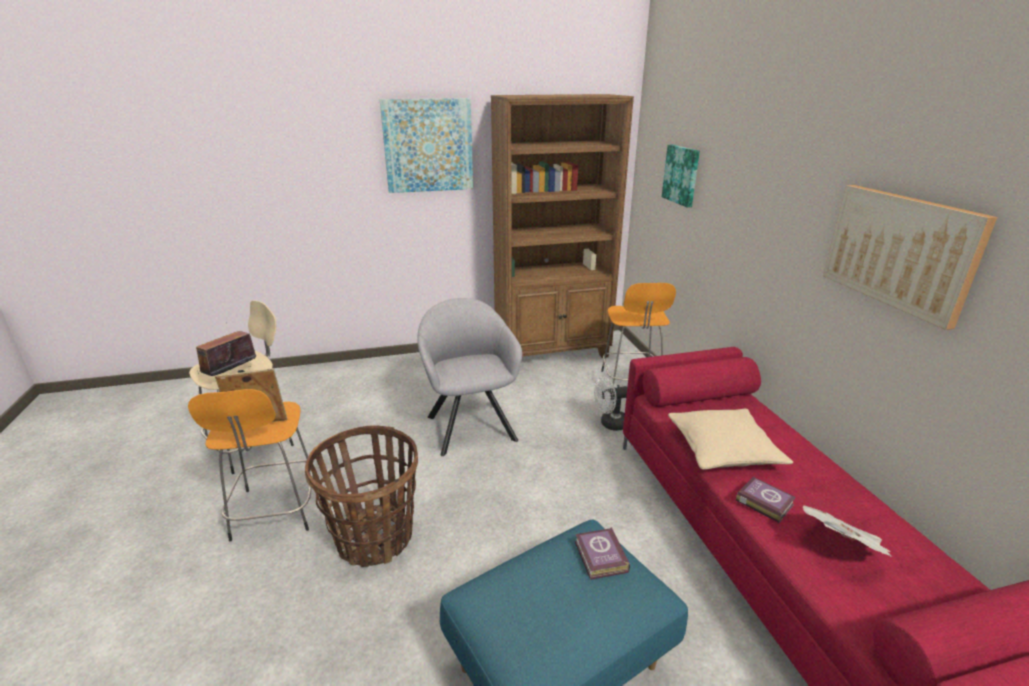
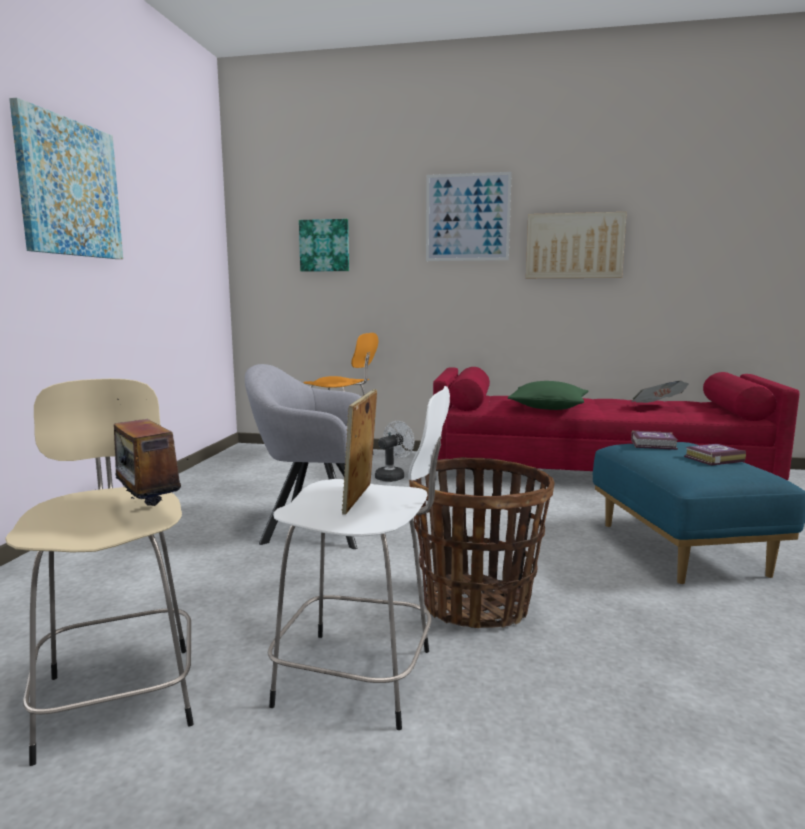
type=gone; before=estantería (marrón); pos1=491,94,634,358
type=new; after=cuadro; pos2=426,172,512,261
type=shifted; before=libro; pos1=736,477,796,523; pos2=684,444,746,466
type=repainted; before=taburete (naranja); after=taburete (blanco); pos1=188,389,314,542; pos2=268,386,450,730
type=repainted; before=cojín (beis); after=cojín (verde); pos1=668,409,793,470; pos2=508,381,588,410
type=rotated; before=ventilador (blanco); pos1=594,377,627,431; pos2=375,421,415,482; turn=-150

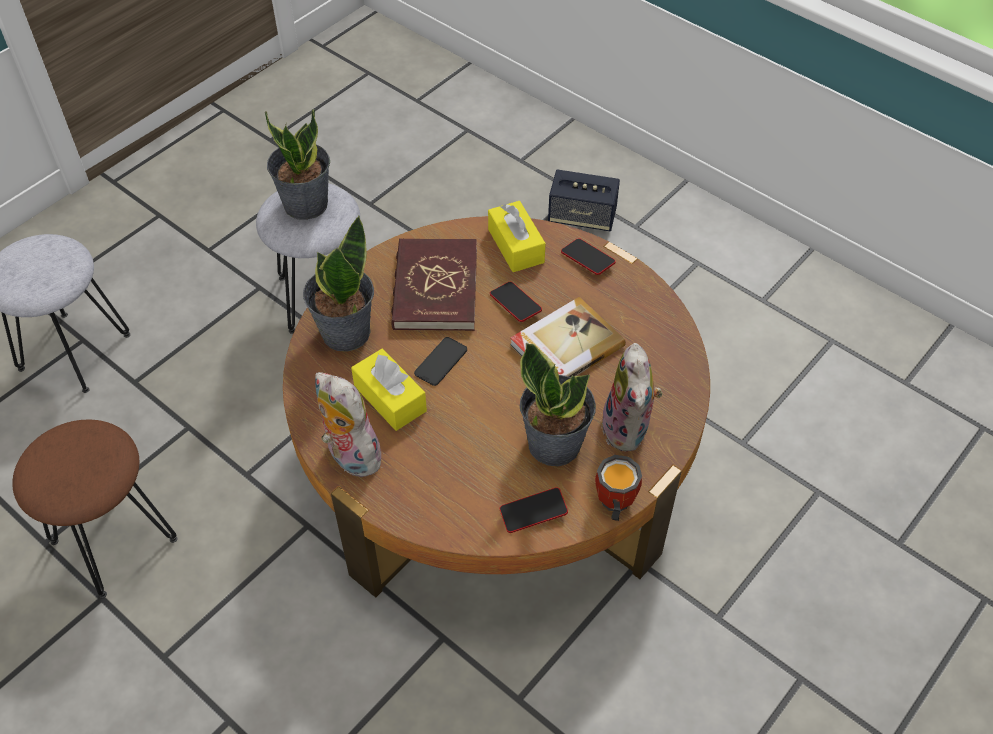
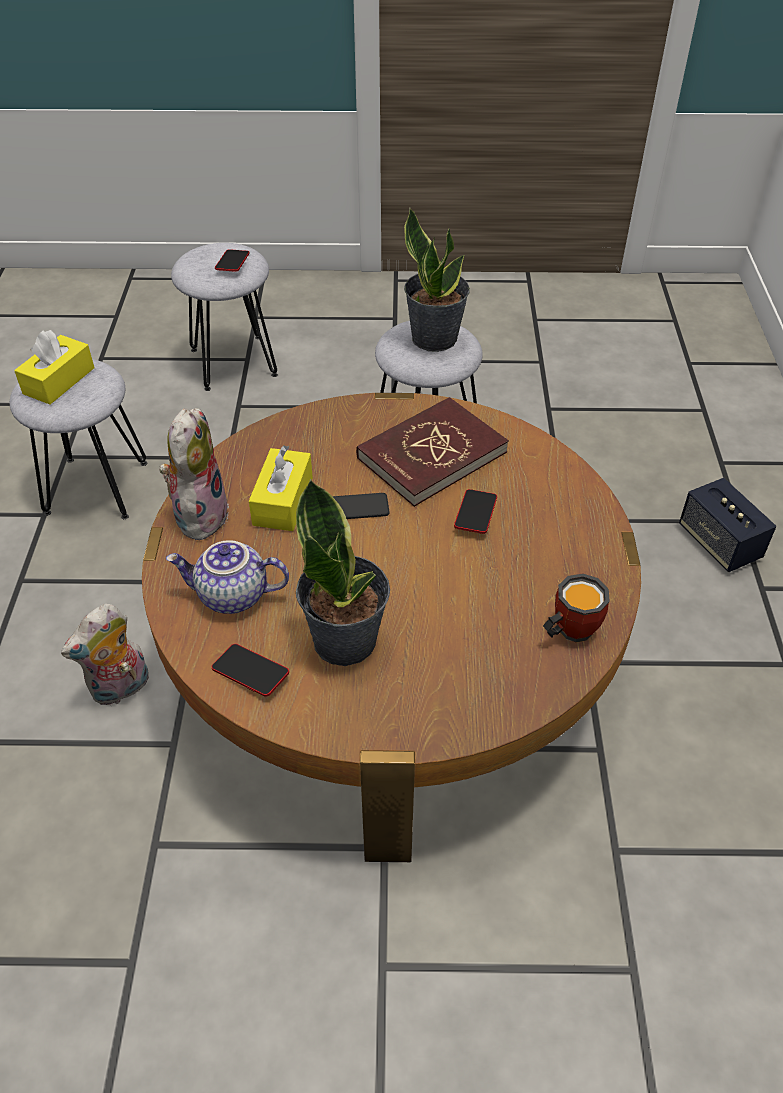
type=gone; before=planta en maceta; pos1=303,216,374,352
type=gone; before=libro; pos1=510,297,626,377
type=new; after=tetera; pos2=166,540,289,614
type=shifted; before=caja de pañuelos (amarillo); pos1=488,201,546,272; pos2=14,330,94,404
type=shifted; before=móvil; pos1=561,238,616,275; pos2=215,249,250,272
type=shifted; before=taza grande; pos1=595,455,642,521; pos2=543,573,610,642
type=shifted; before=peluche; pos1=601,343,663,452; pos2=61,604,149,707
type=repainted; before=taburete (marrón); after=taburete (gris); pos1=12,420,178,598; pos2=10,359,147,519

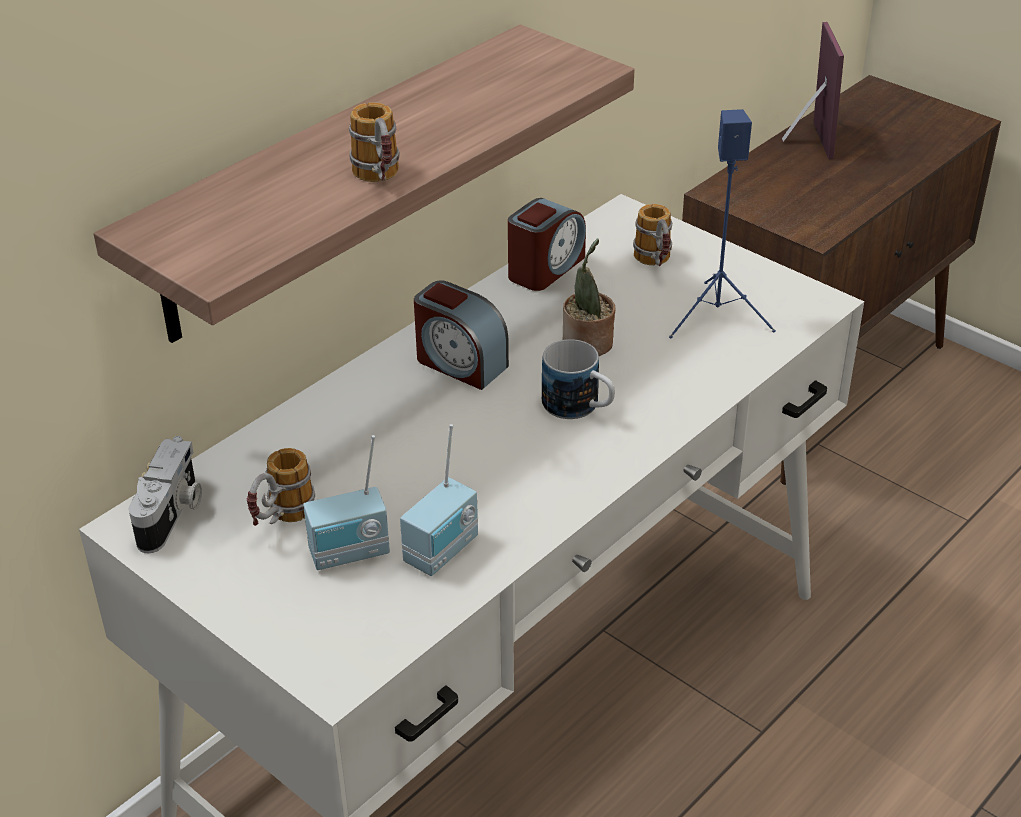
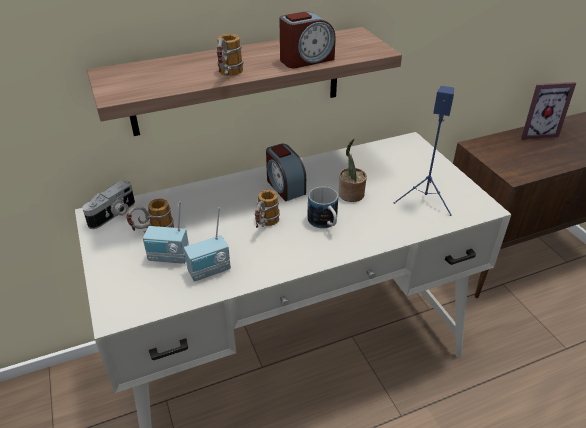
type=shifted; before=despertador; pos1=508,198,586,291; pos2=279,12,336,68
type=shifted; before=taza grande; pos1=633,204,672,266; pos2=255,190,280,228
type=rotated; before=portarretratos; pos1=782,22,844,159; pos2=521,82,576,140; turn=60

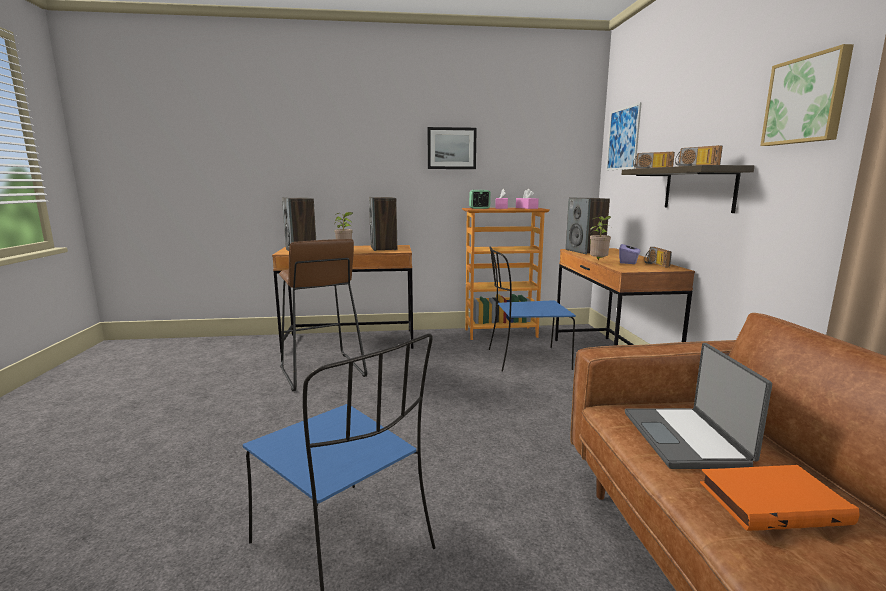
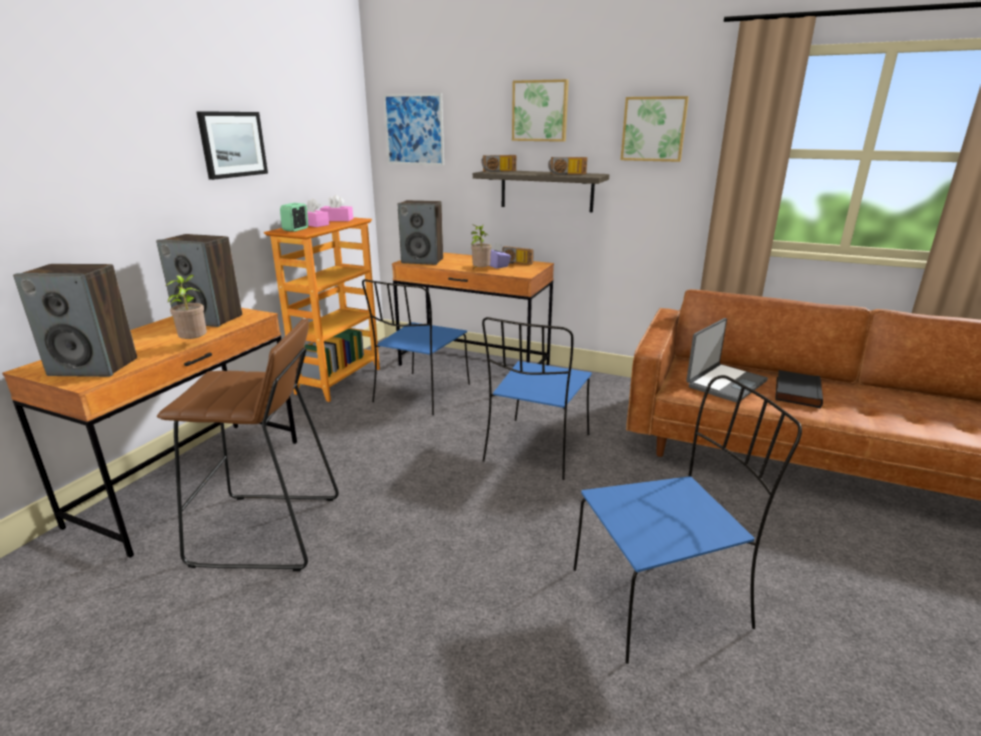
type=new; after=silla (azul); pos2=482,317,592,480
type=new; after=cuadro; pos2=512,79,569,142
type=repainted; before=libro (naranja); after=libro (negro); pos1=700,465,859,531; pos2=775,370,823,408
type=rotated; before=portátil; pos1=625,343,772,469; pos2=686,318,768,403; turn=-75

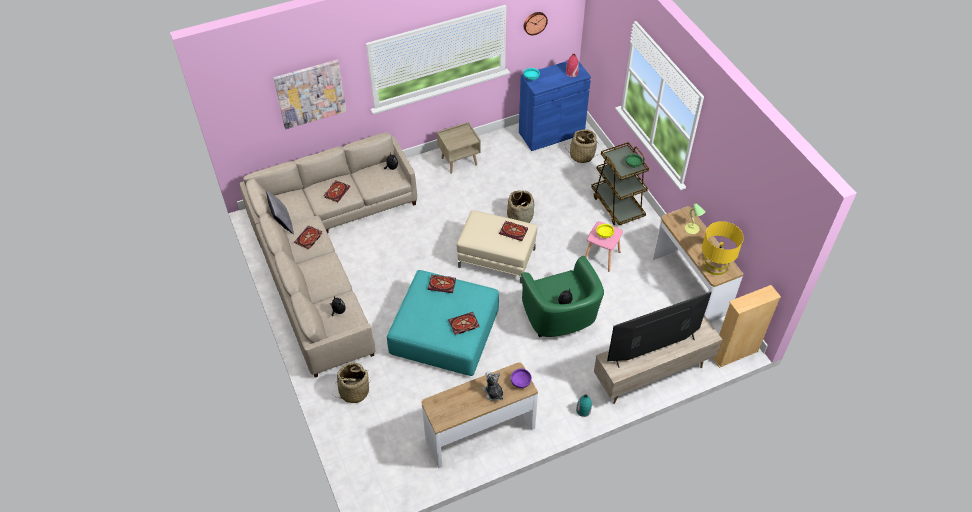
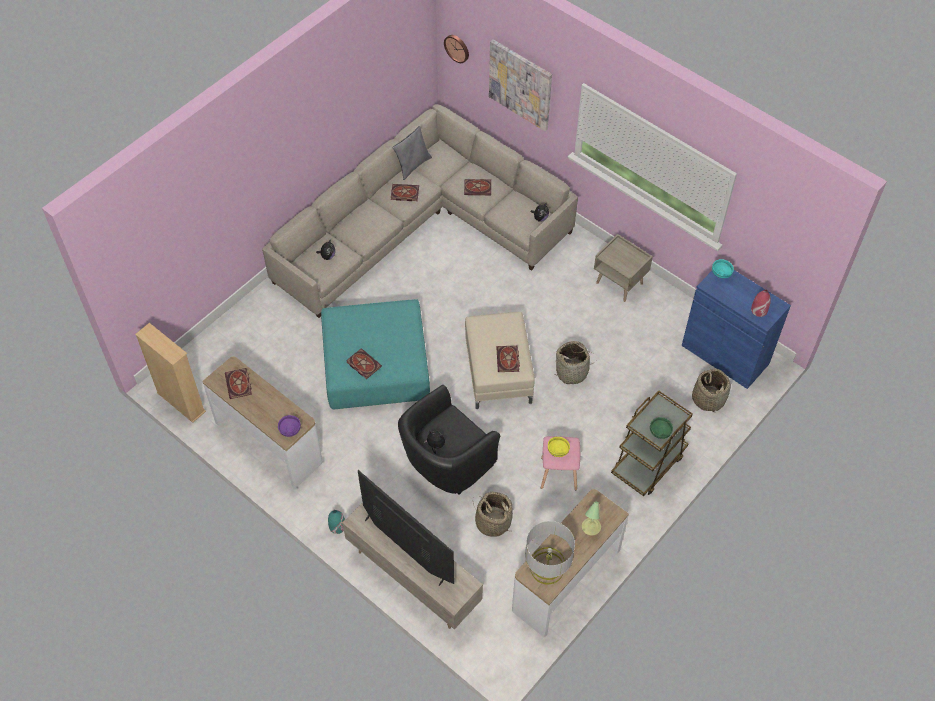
type=gone; before=peluche; pos1=482,371,504,401
type=shifted; before=cesta; pos1=332,363,371,403; pos2=473,492,513,537
type=shifted; before=libro; pos1=428,275,456,293; pos2=225,368,252,399
type=shifted; before=reloj de pared; pos1=524,12,548,35; pos2=444,35,469,63
type=shifted; before=estantería (beis); pos1=713,285,781,368; pos2=135,323,206,423
type=repainted; before=sillón (verde); after=sillón (negro); pos1=521,256,604,337; pos2=398,385,500,495
type=repainted; before=lámpara de mesa (amarillo); after=lámpara de mesa (gris); pos1=702,221,744,275; pos2=525,521,575,584

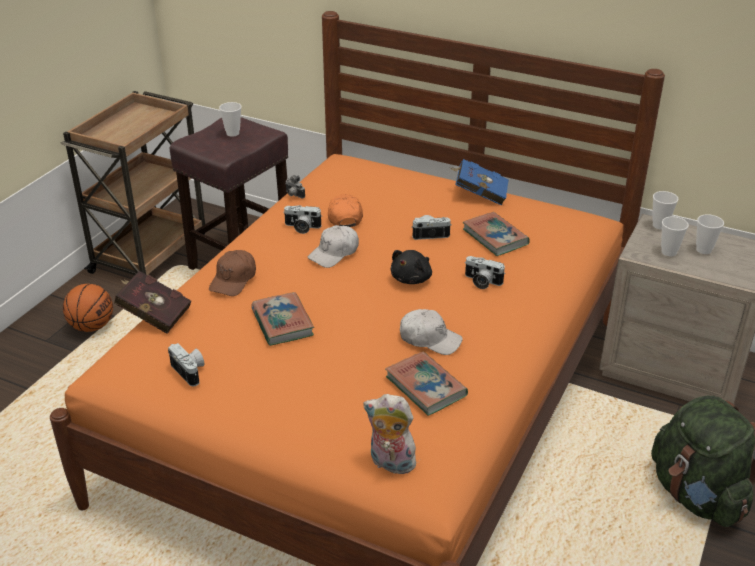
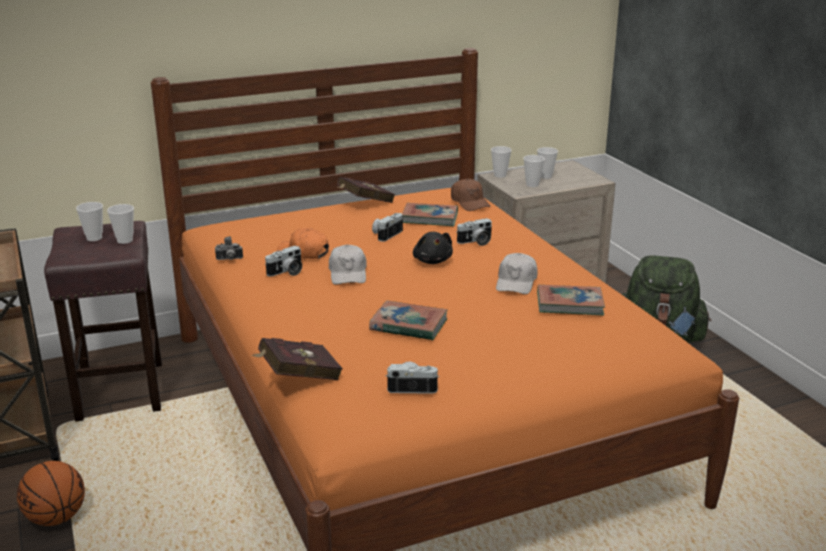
type=gone; before=peluche; pos1=363,394,416,474
type=new; after=taza; pos2=107,204,134,244
type=shifted; before=gorra (marrón); pos1=209,250,256,296; pos2=451,178,491,211
type=repainted; before=libro (azul); after=libro (rojo); pos1=451,159,509,206; pos2=337,177,395,203
type=rotated; before=gorra (blanco); pos1=400,309,463,355; pos2=496,253,538,294; turn=135

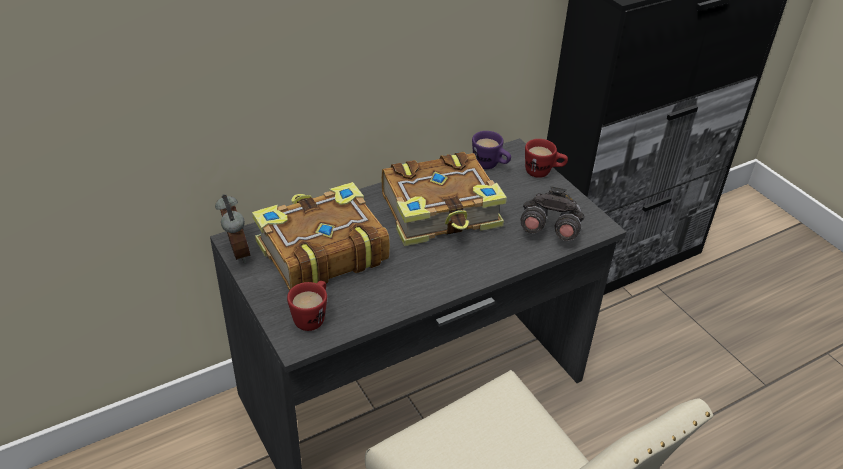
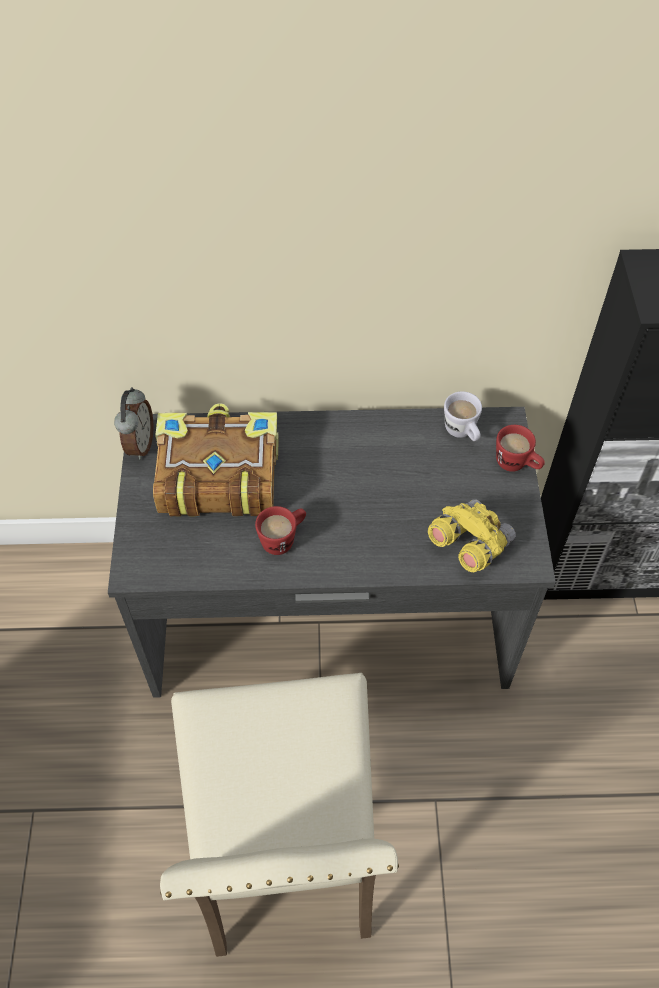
type=gone; before=libro; pos1=382,152,507,246
type=shifted; before=taza grande (rojo); pos1=287,281,327,331; pos2=255,506,306,555
type=repainted; before=taza grande (morado); after=taza grande (blanco); pos1=472,131,511,169; pos2=444,391,482,441
type=repainted; before=prismáticos (gris); after=prismáticos (amarillo); pos1=520,186,584,241; pos2=428,499,516,572

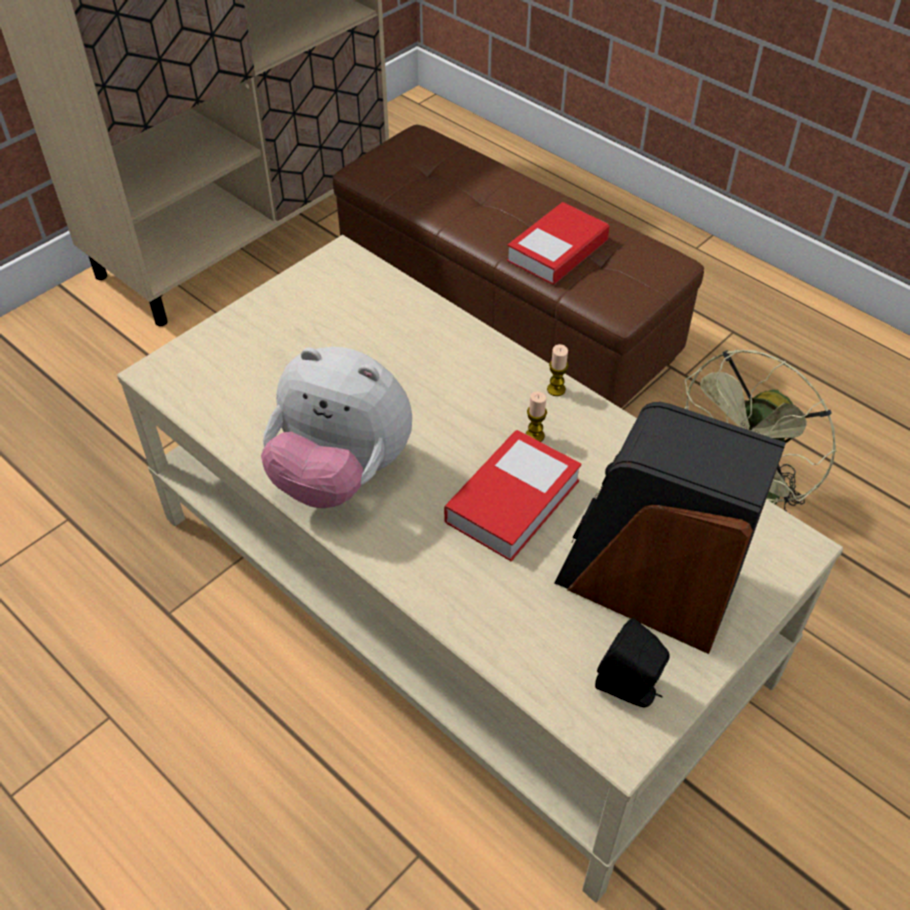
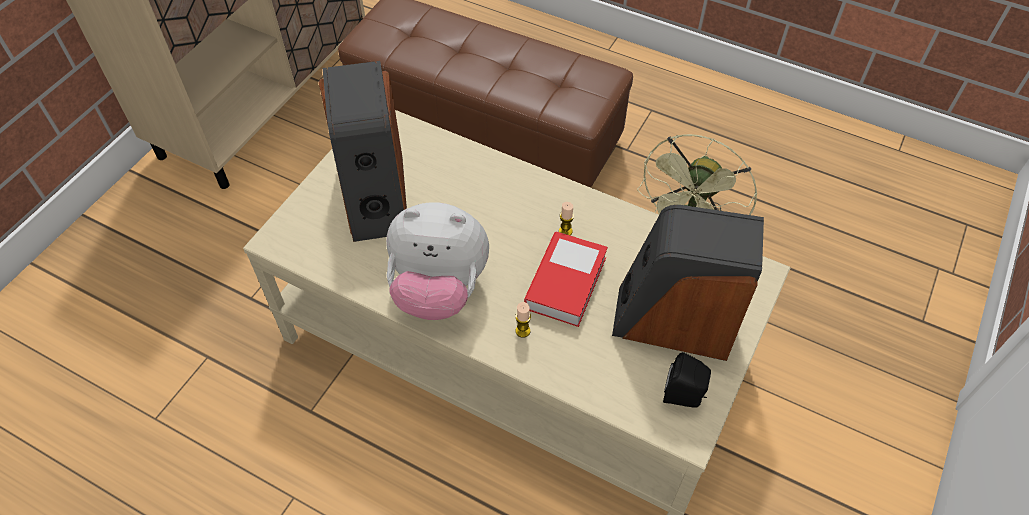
type=gone; before=libro; pos1=507,202,610,285
type=new; after=altavoz; pos2=318,61,407,242
type=shifted; before=vela; pos1=547,344,569,396; pos2=515,302,531,338

